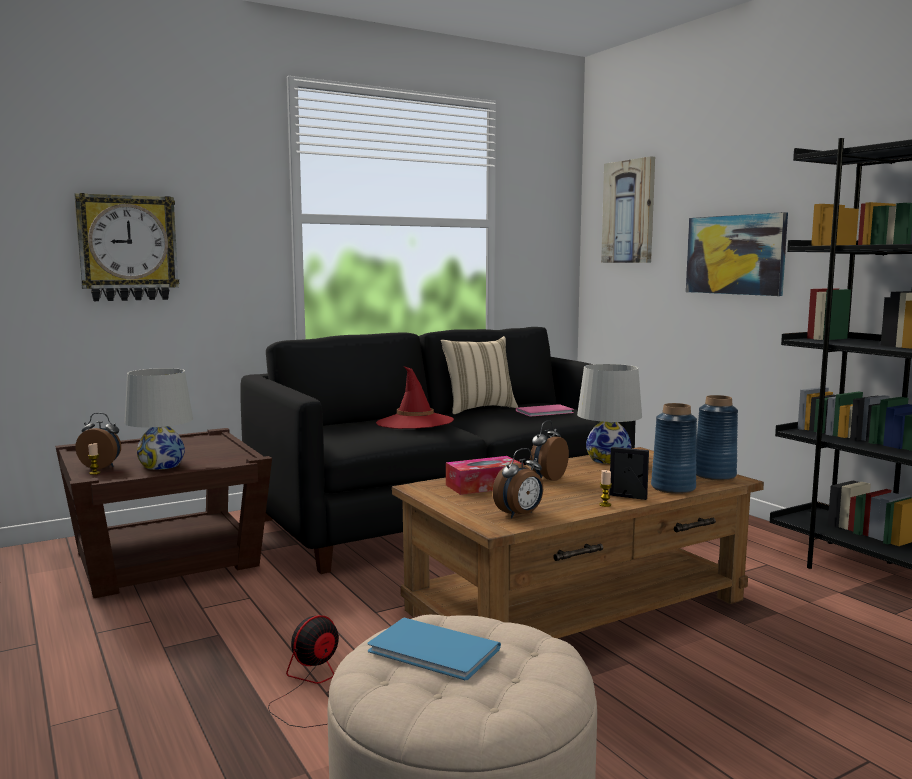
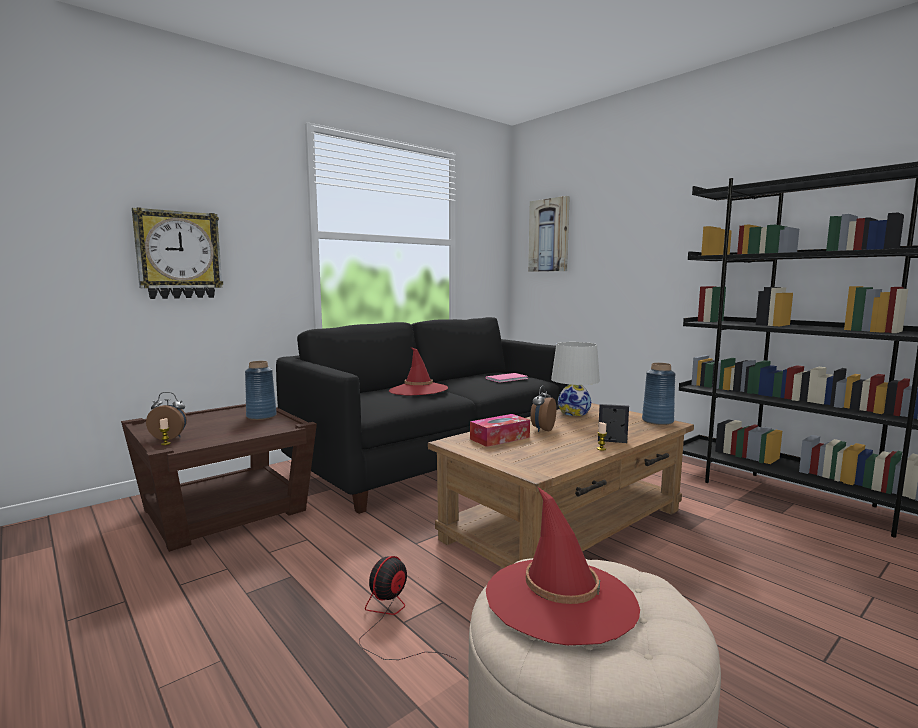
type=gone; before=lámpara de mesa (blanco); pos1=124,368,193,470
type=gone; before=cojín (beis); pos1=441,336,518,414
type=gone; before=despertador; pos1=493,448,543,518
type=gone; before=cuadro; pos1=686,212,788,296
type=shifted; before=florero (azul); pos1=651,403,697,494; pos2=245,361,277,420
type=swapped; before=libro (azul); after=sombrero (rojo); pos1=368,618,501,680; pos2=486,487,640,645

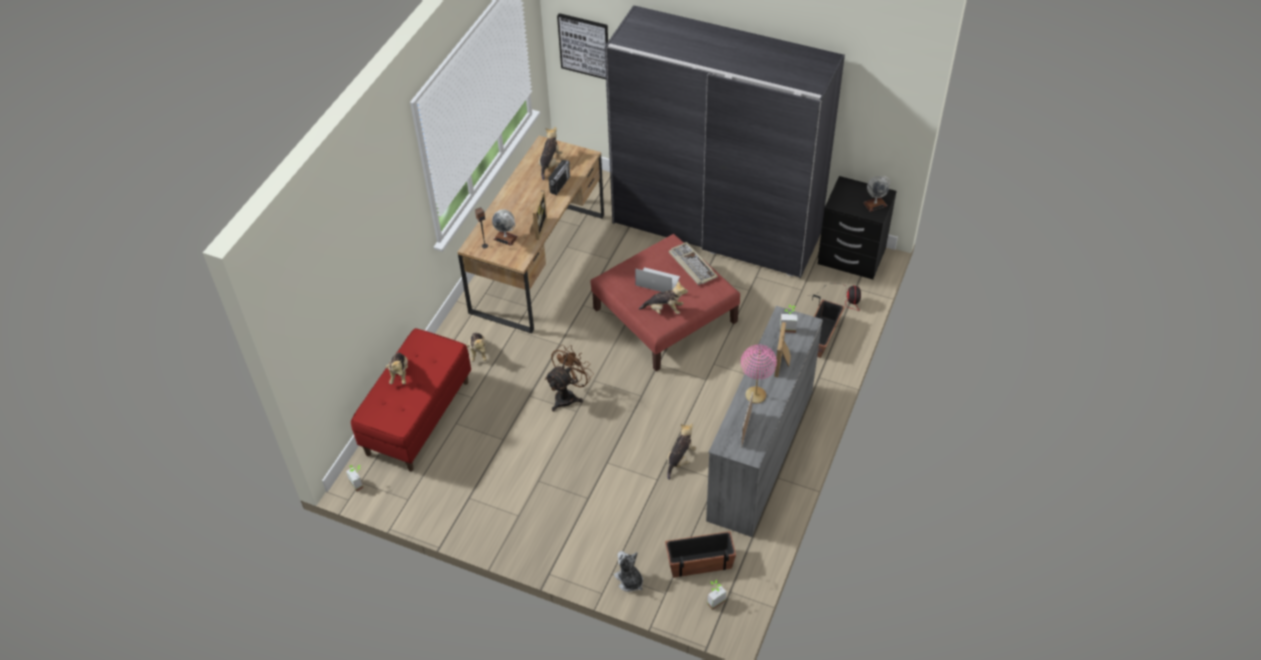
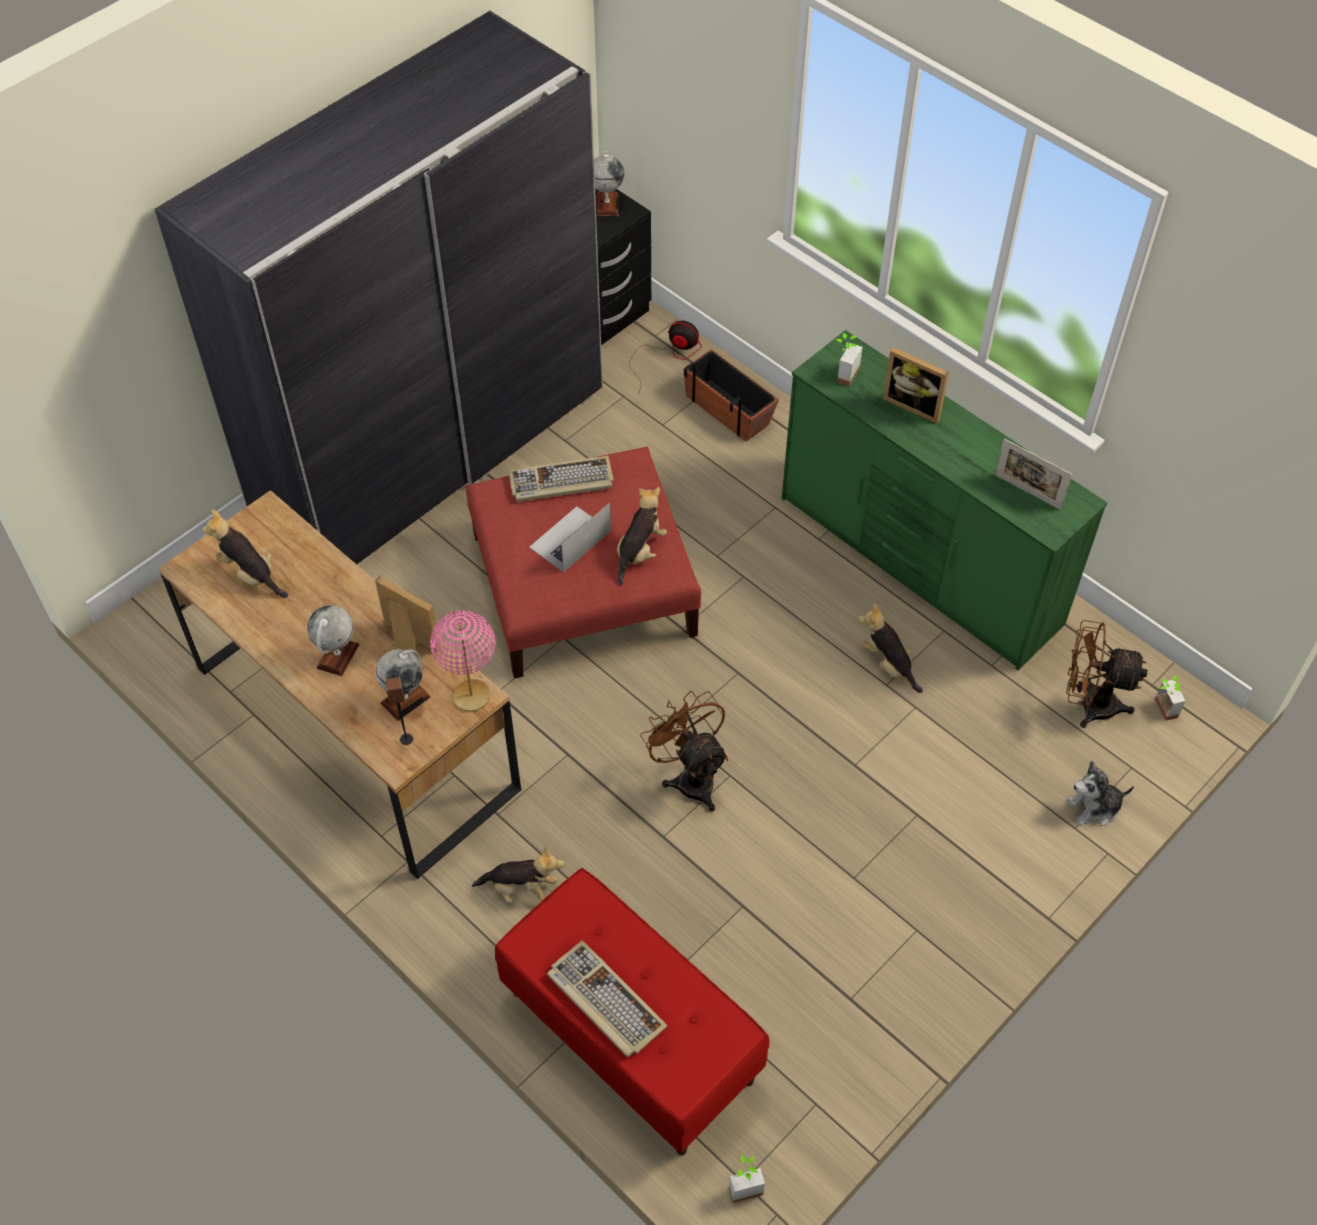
type=gone; before=radio; pos1=549,160,570,195
type=gone; before=cuadro; pos1=557,13,608,79
type=new; after=globo terráqueo; pos2=307,605,359,676
type=shifted; before=lámpara de mesa (rosa); pos1=741,344,777,404; pos2=430,610,496,712
type=swapped; before=peluche; after=teclado; pos1=386,353,408,384; pos2=547,940,667,1057
type=swapped; before=maceta; after=ventilador (marrón); pos1=665,531,736,578; pos2=1066,620,1147,728
type=repainted; before=cómoda (gris); after=cómoda (verde); pos1=706,306,823,537; pos2=782,330,1107,671

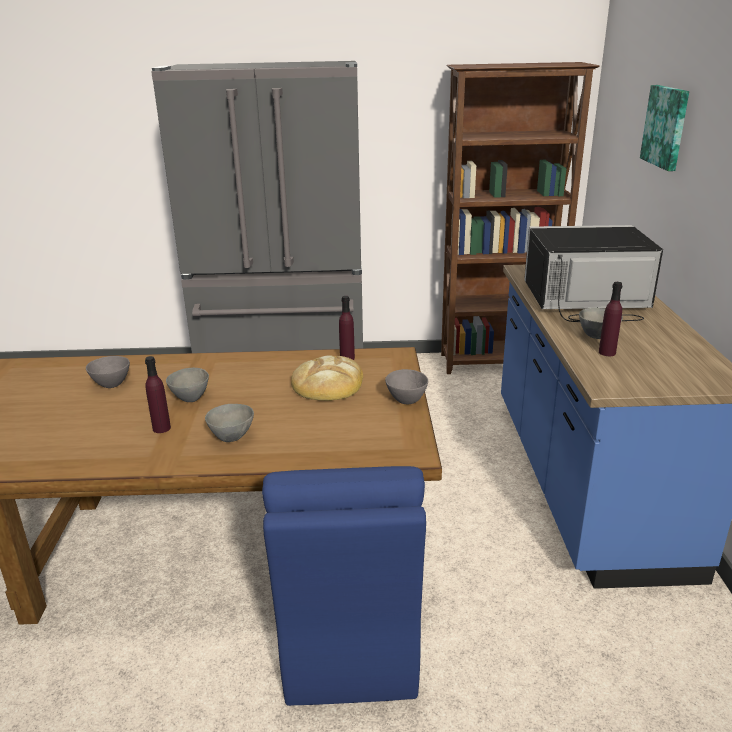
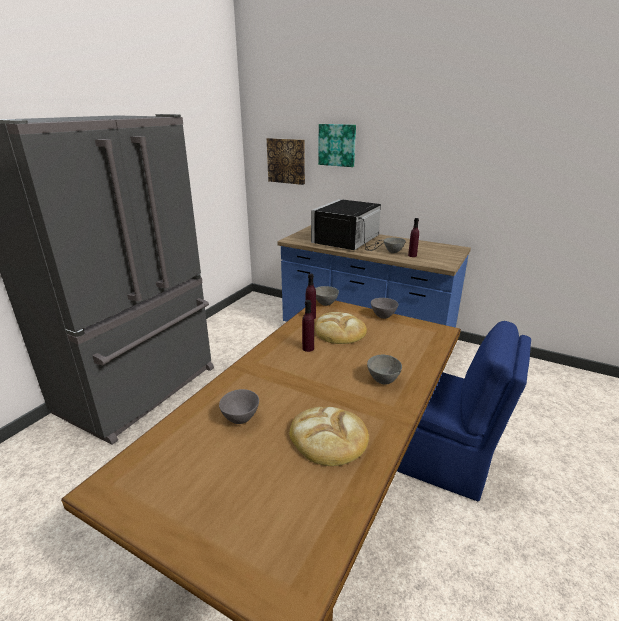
type=gone; before=estantería (marrón); pos1=441,62,600,374
type=new; after=cuadro; pos2=267,138,305,185
type=new; after=pan; pos2=289,407,369,466
type=shifted; before=botella (morado); pos1=145,356,171,433; pos2=302,300,314,352
type=shifted; before=cuenco (gris); pos1=166,368,209,402; pos2=315,286,339,306

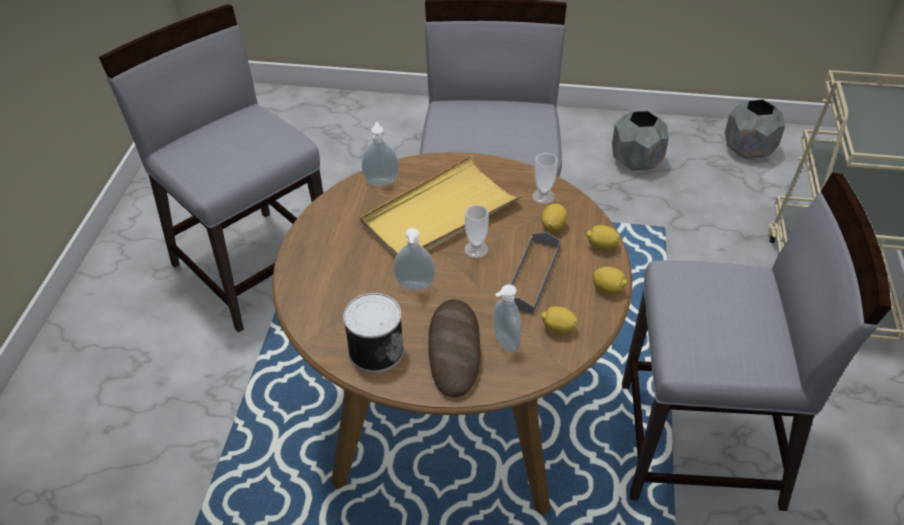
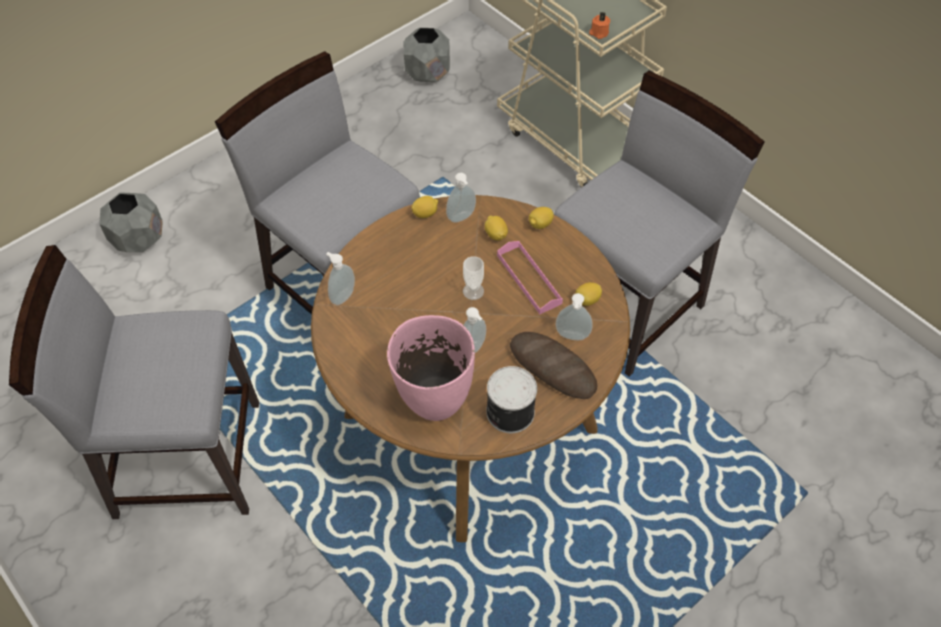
type=gone; before=bandeja (amarillo); pos1=360,155,523,257
type=new; after=florero (rosa); pos2=387,315,475,421
type=new; after=vela (naranja); pos2=589,12,610,39
type=shifted; before=limón; pos1=593,267,628,294; pos2=411,196,438,218
type=shifted; before=maceta (gris); pos1=612,111,669,171; pos2=99,192,163,252
type=swapped; before=taza; after=dispensador de jabón; pos1=532,153,558,204; pos2=446,173,476,223
type=repainted; before=bandeja (gris); after=bandeja (rosa); pos1=510,232,561,314; pos2=497,241,563,314

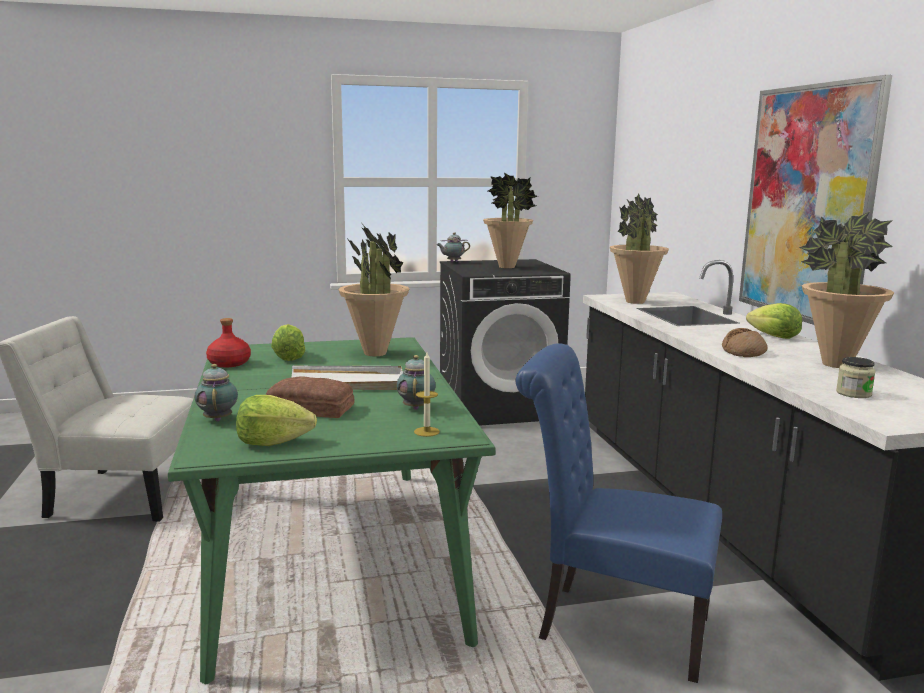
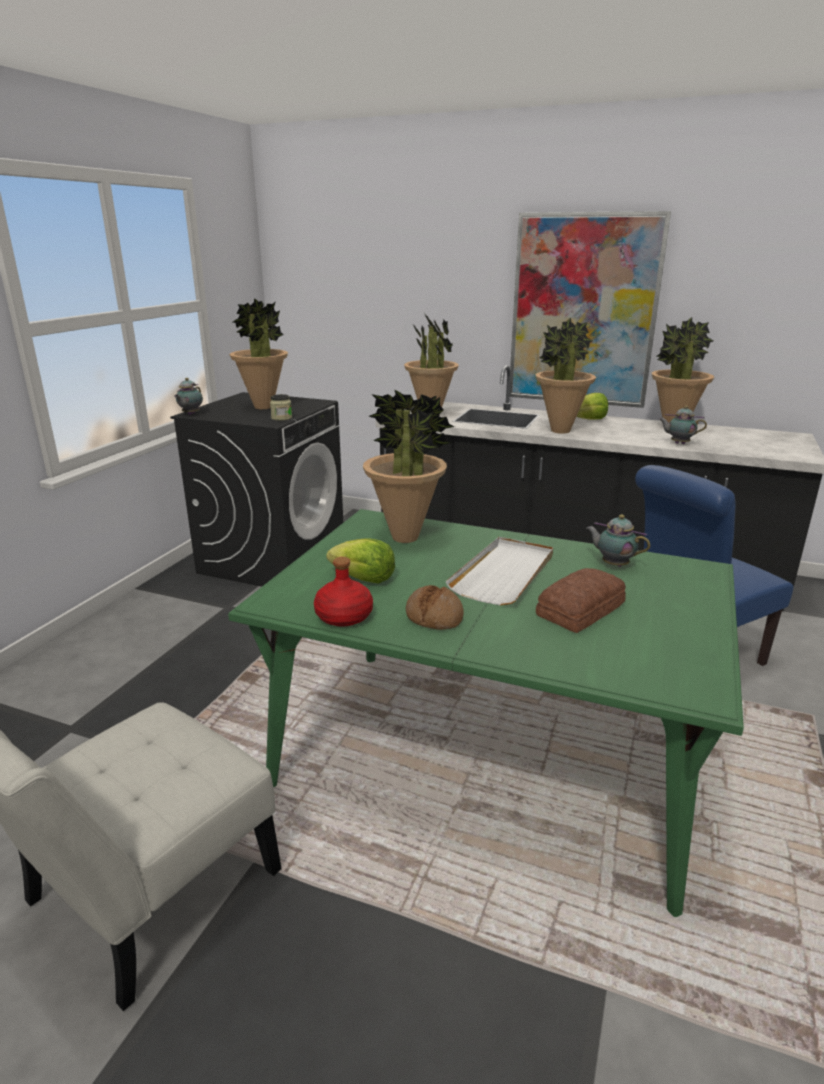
type=gone; before=lechuga; pos1=236,395,317,446
type=gone; before=vela; pos1=414,352,440,437
type=new; after=planta en maceta; pos2=535,318,596,433
type=shifted; before=tetera; pos1=195,364,238,421; pos2=659,406,707,444
type=shifted; before=pan; pos1=722,328,767,357; pos2=406,585,464,630
type=shifted; before=tarro; pos1=836,357,876,398; pos2=270,394,292,421

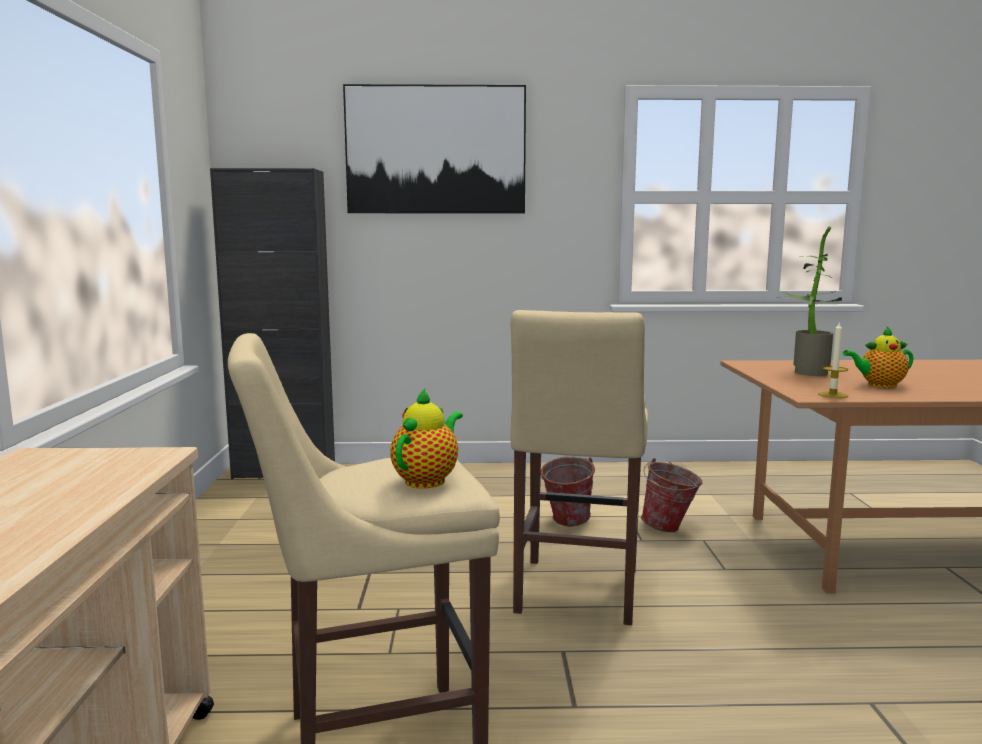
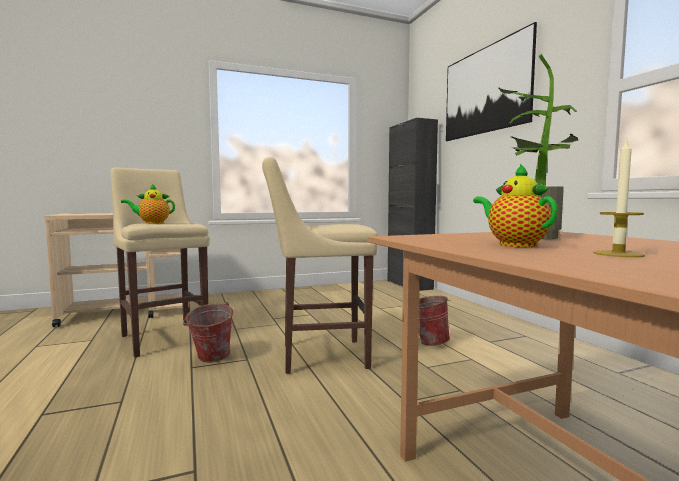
type=shifted; before=cubo; pos1=641,458,703,532; pos2=183,302,233,363
type=shifted; before=vela; pos1=818,321,848,398; pos2=593,138,645,257
type=rotated; before=tetera; pos1=390,388,463,488; pos2=121,184,175,224; turn=150

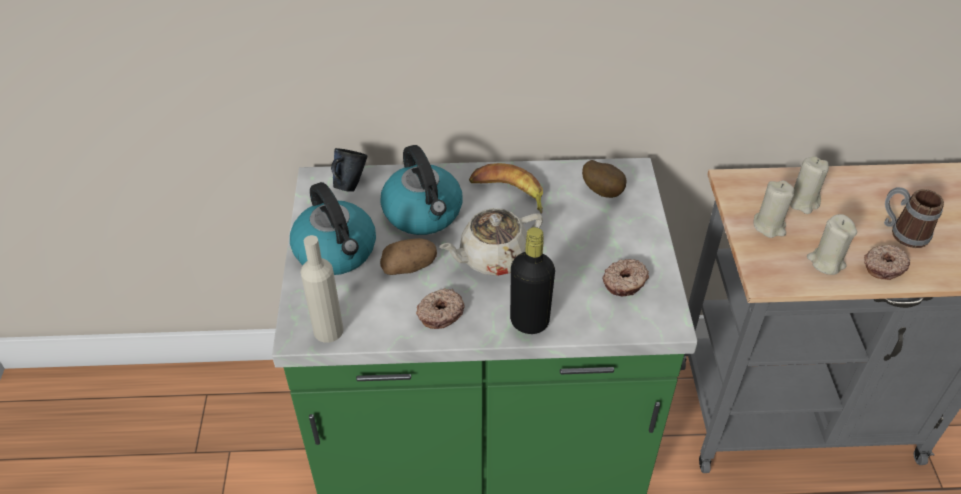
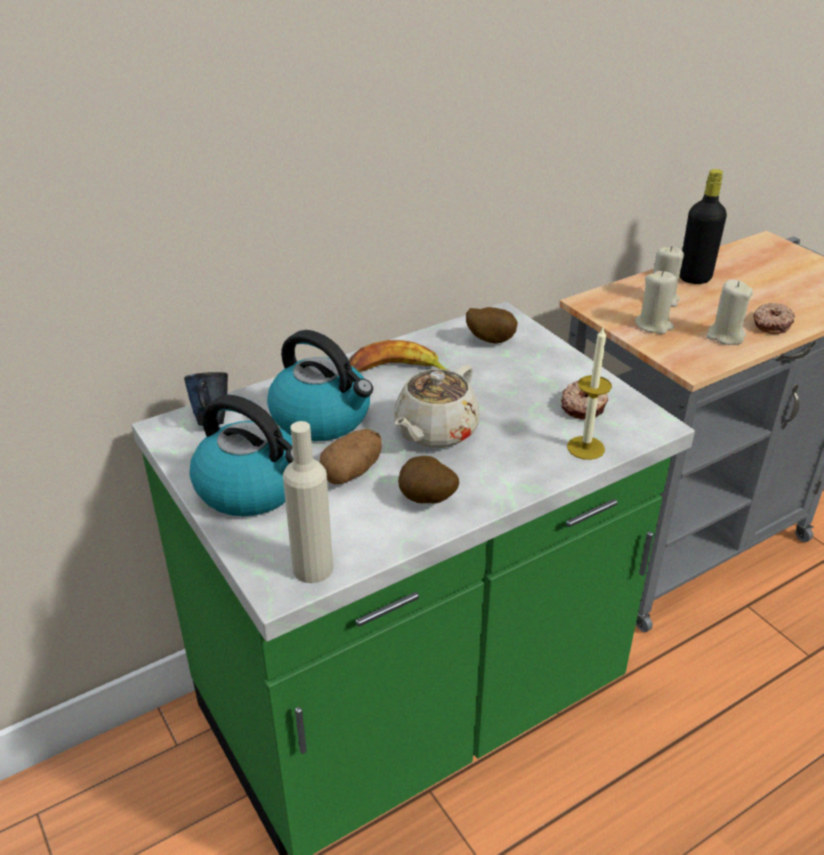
type=gone; before=taza grande; pos1=884,187,944,248
type=new; after=vela; pos2=567,328,612,460
type=shifted; before=botella (negro); pos1=510,227,555,334; pos2=679,169,727,284
type=swapped; before=rosquilla; after=patata; pos1=416,288,465,329; pos2=398,456,459,504

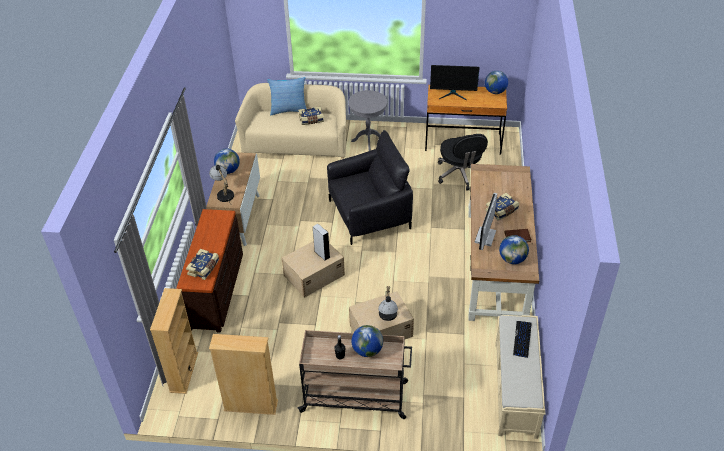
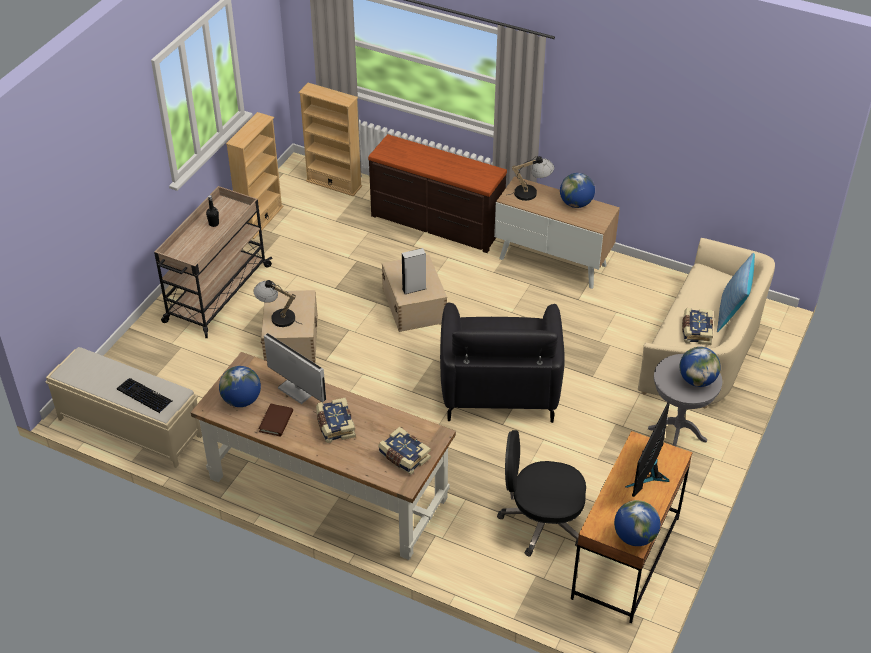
type=shifted; before=libro; pos1=186,249,219,280; pos2=378,427,431,475
type=shifted; before=globo terráqueo; pos1=352,325,383,357; pos2=680,347,721,387

